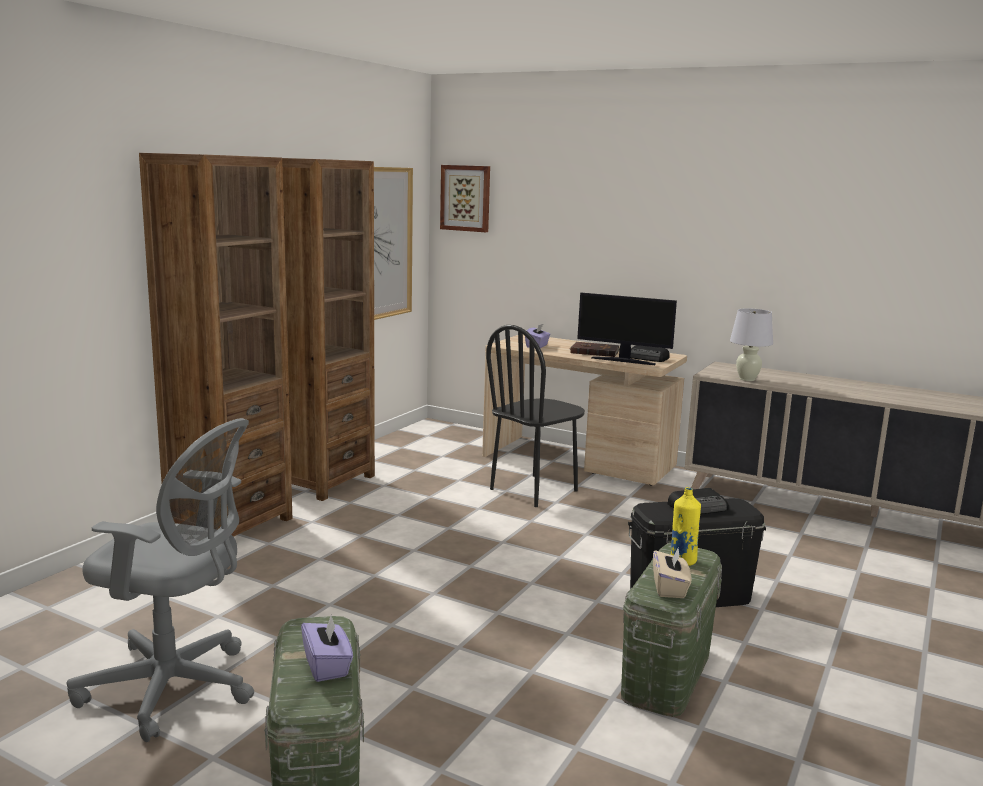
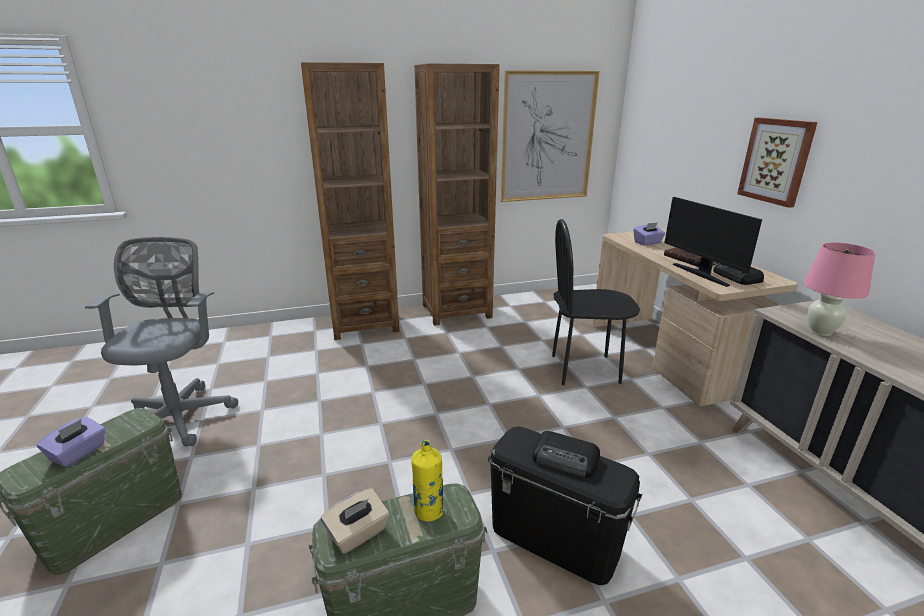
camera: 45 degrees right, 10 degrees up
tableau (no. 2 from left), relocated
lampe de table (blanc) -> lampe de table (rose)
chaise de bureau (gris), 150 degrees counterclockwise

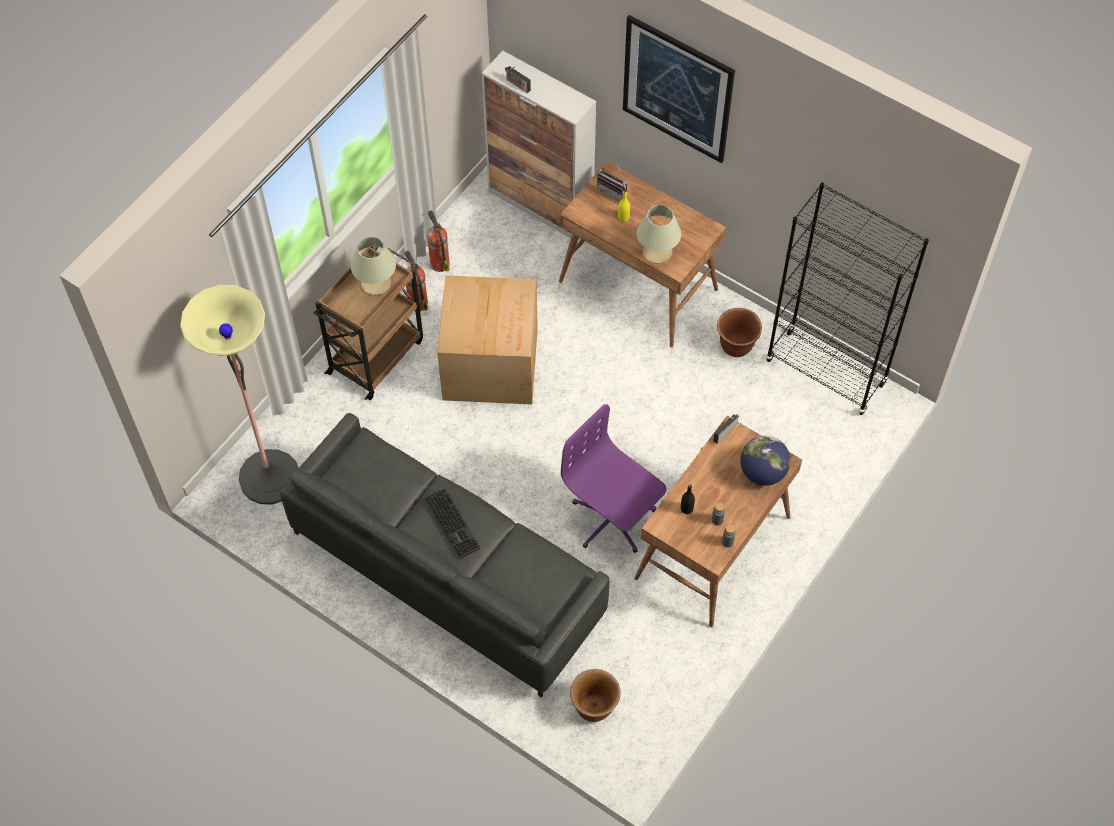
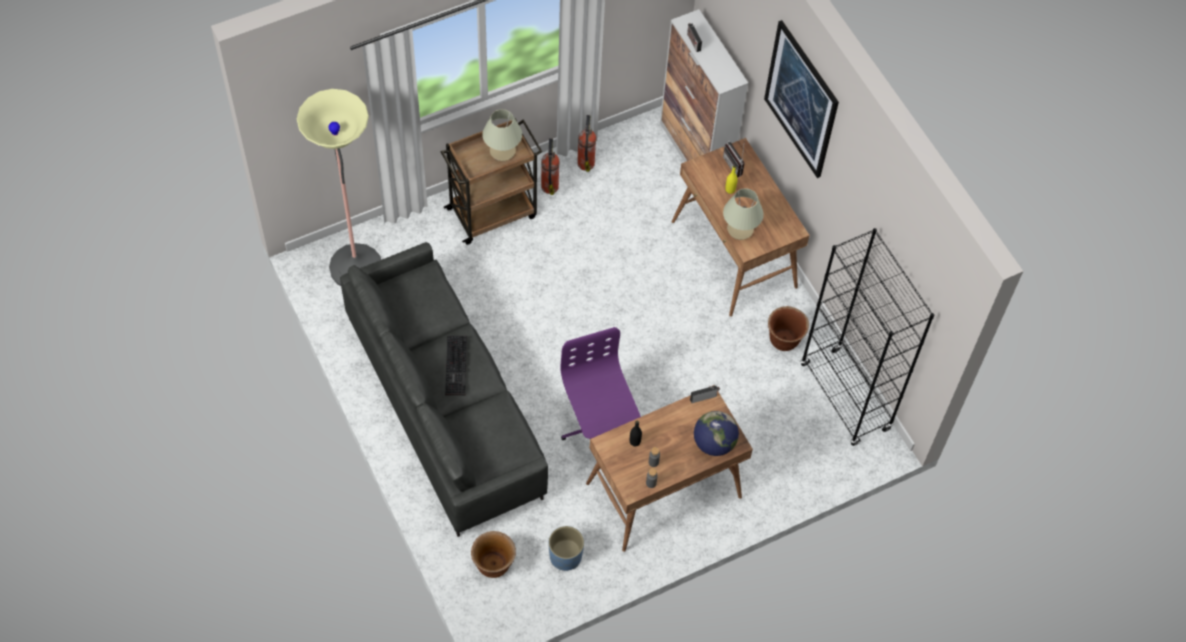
camera: 25 degrees right, 0 degrees up
carton -> none
none -> cache-pot (bleu)

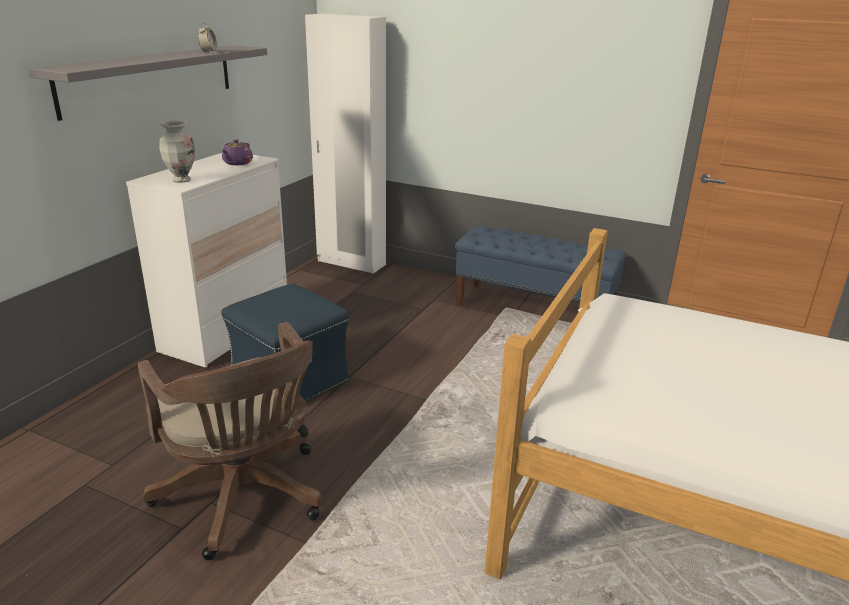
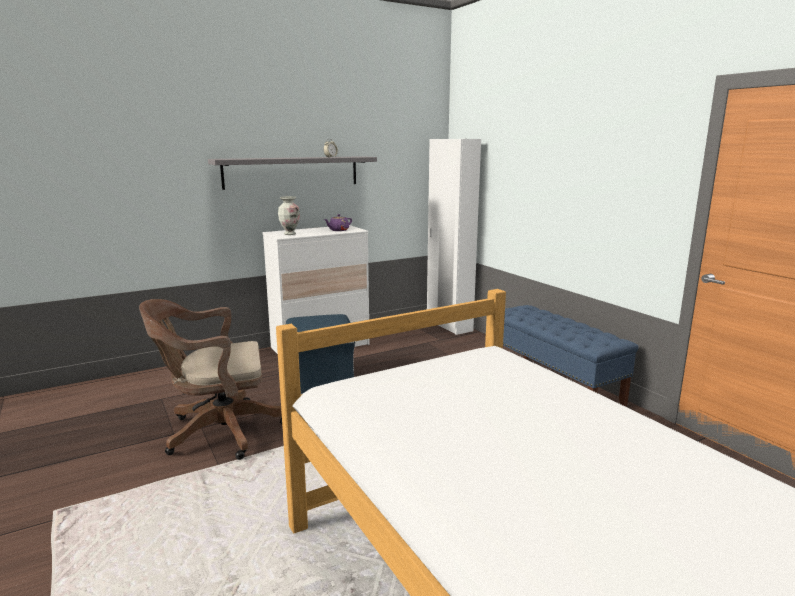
camera: 35 degrees right, 10 degrees down
chaise de bureau (marron), 75 degrees clockwise

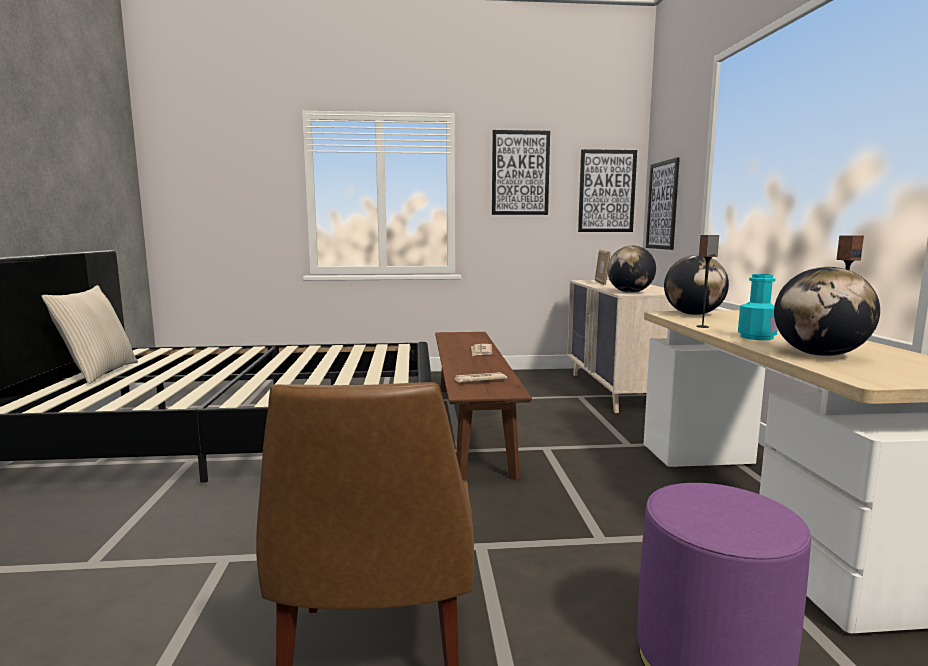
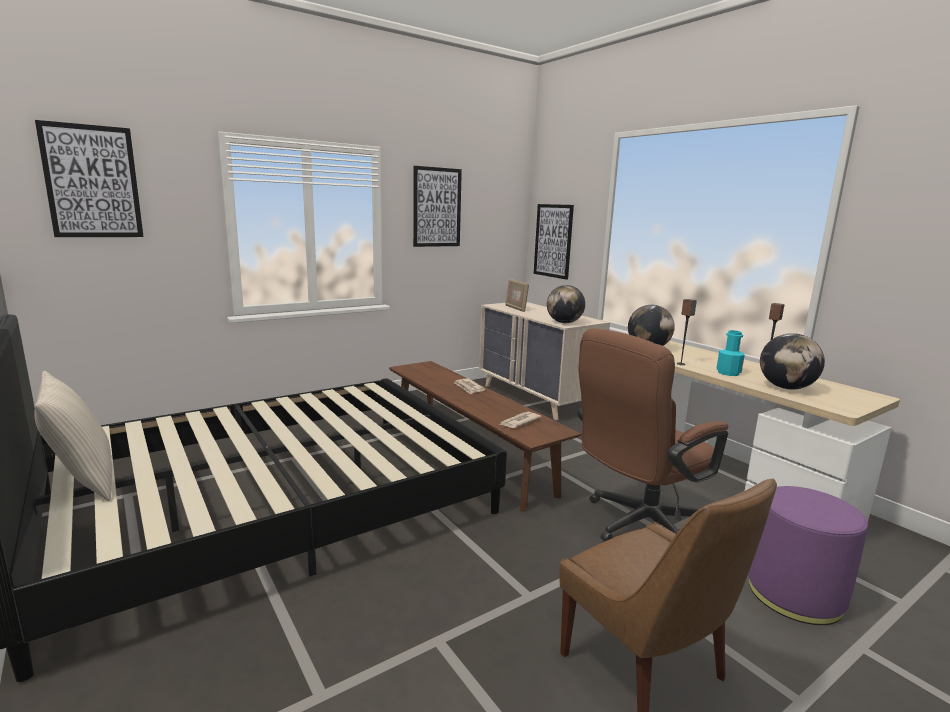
camera: 30 degrees left, 5 degrees up
none -> chaise de bureau (marron)
tableau (no. 2 from left in the first image) -> tableau (no. 1 from left), relocated

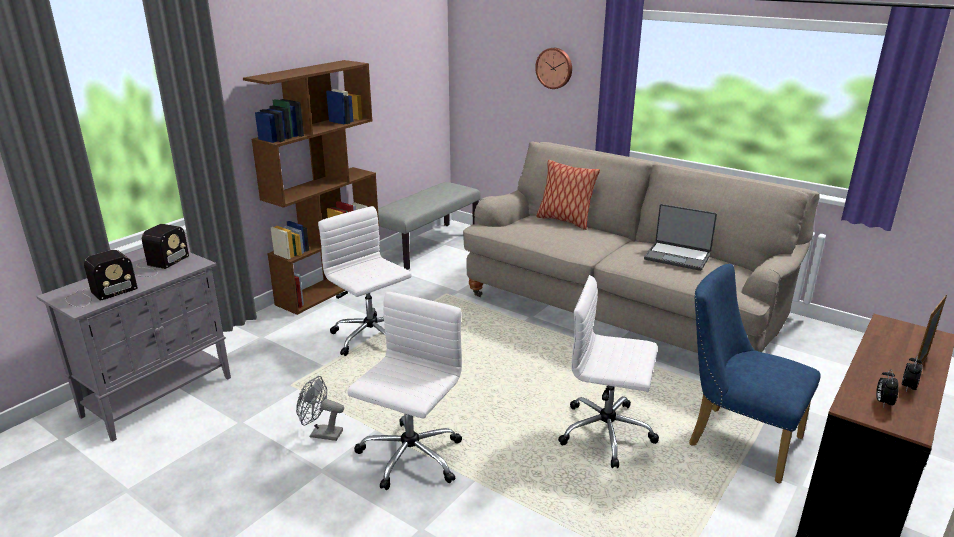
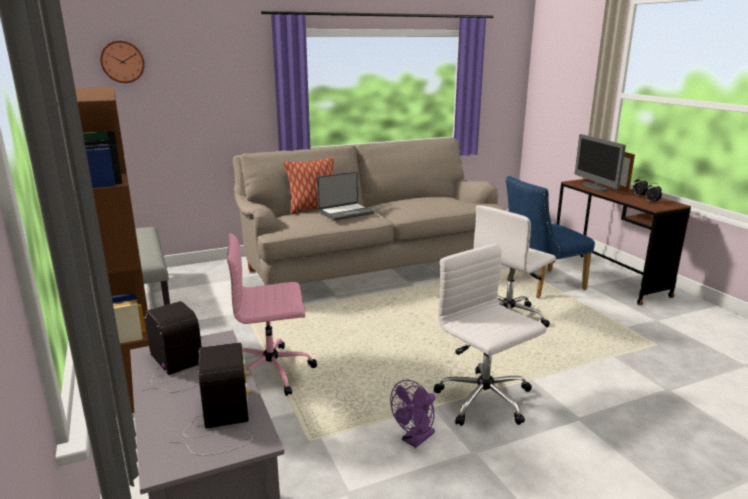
camera: 60 degrees left, 5 degrees down
none -> écran d'ordinateur
horloge murale, relocated
ordinateur portable, relocated
ventilateur (gris) -> ventilateur (violet)
chaise de bureau (blanc) (no. 1 from left) -> chaise de bureau (rose)

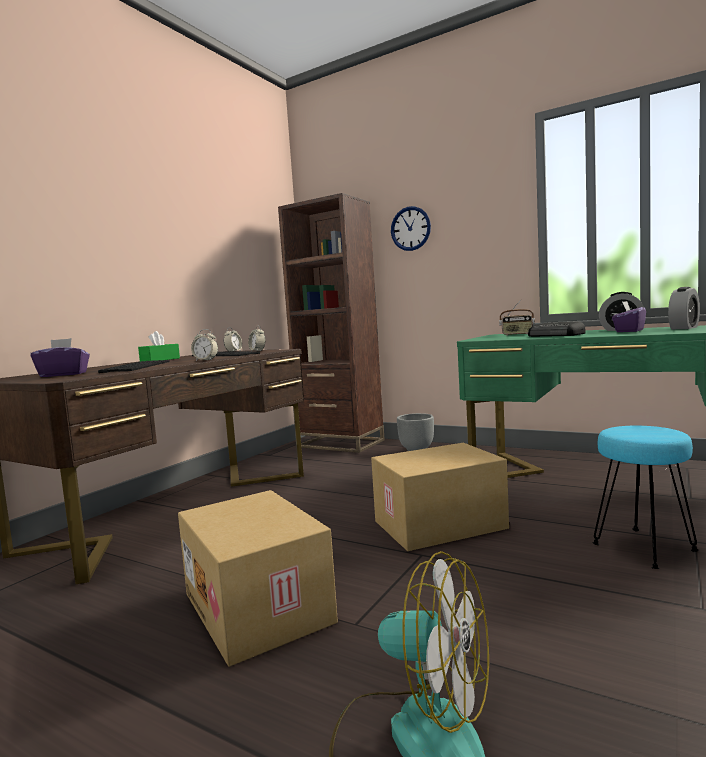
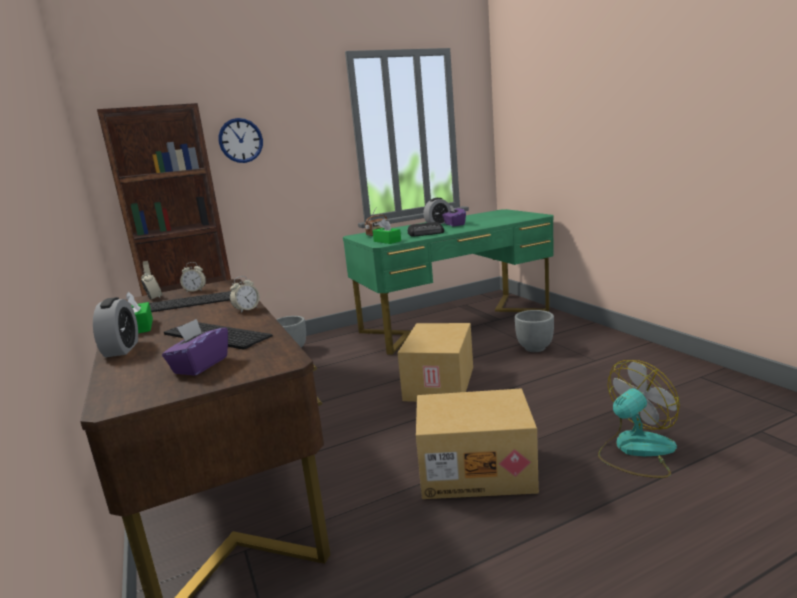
camera: 55 degrees left, 10 degrees up
none -> boîte à mouchoirs (vert) (no. 2 from left)
réveil (no. 5 from left in the first image) -> réveil (no. 1 from left), relocated
tabouret (turquoise) -> cache-pot (gris) (no. 2 from left)

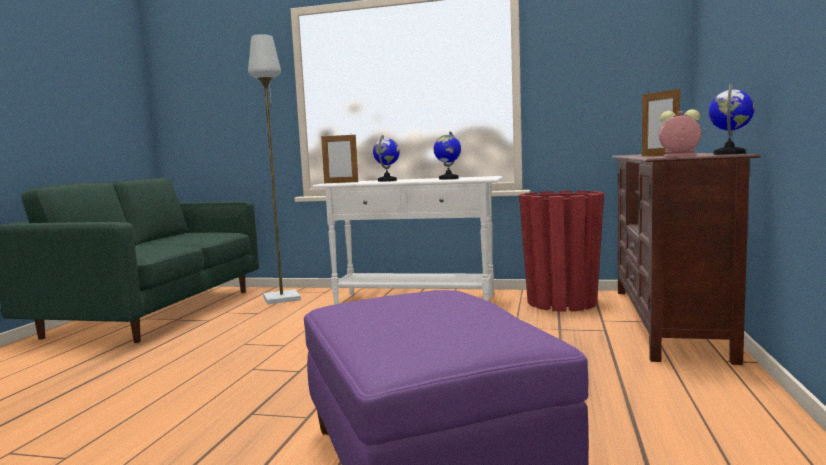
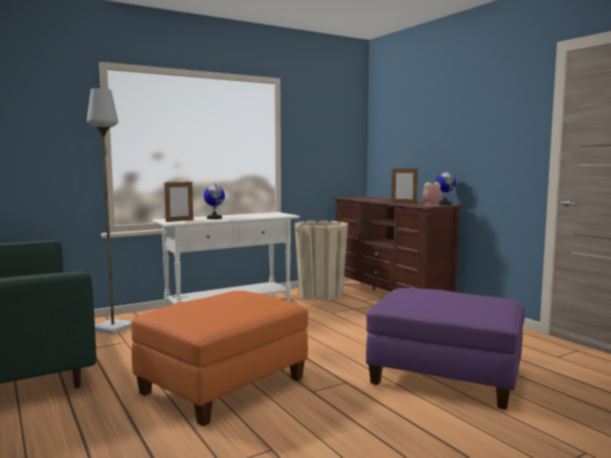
camera: 45 degrees left, 0 degrees up
globe (no. 2 from left) -> none
none -> pouf (orange)
cache-pot (rouge) -> cache-pot (beige)

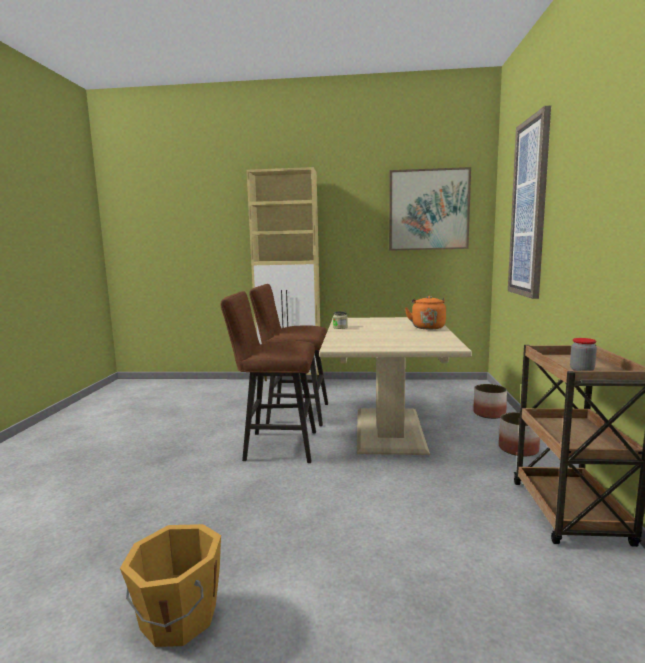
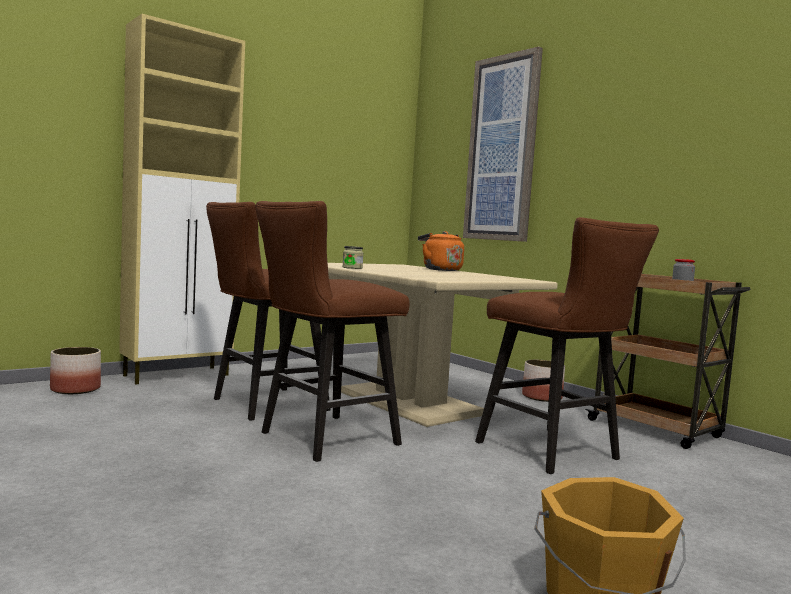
camera: 45 degrees left, 5 degrees down
tableau (no. 1 from left) -> none
none -> tabouret (marron) (no. 3 from left)
cache-pot (no. 1 from left), relocated

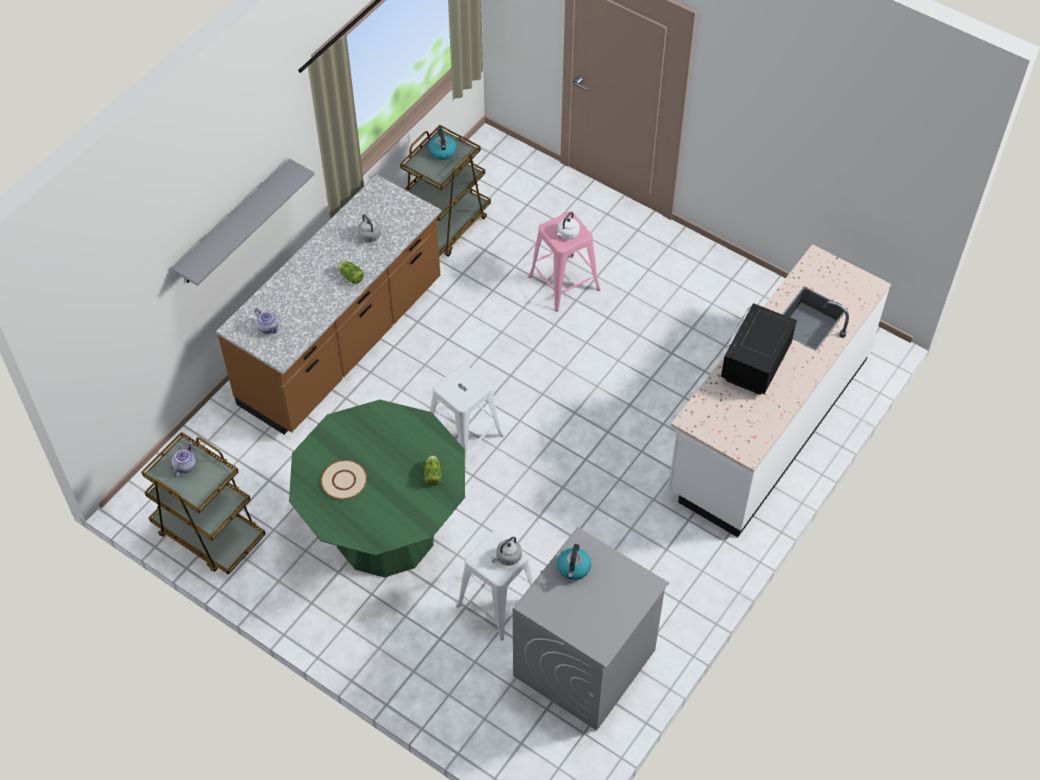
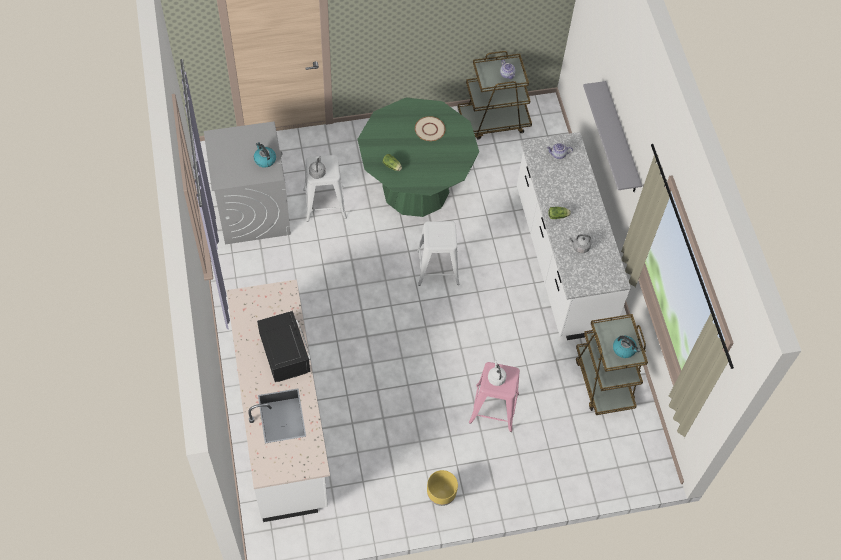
camera: 130 degrees right, 5 degrees up
none -> cache-pot (jaune)
comptoir de cuisine (marron) -> comptoir de cuisine (blanc) (no. 2 from left)

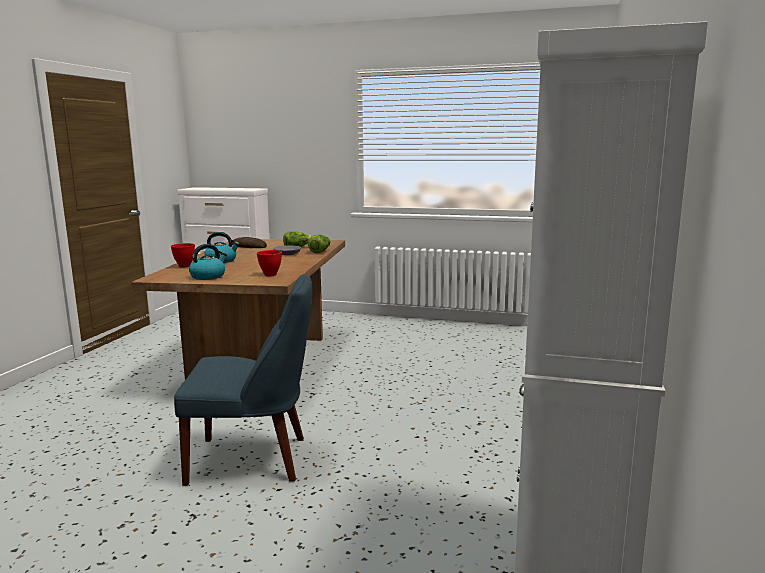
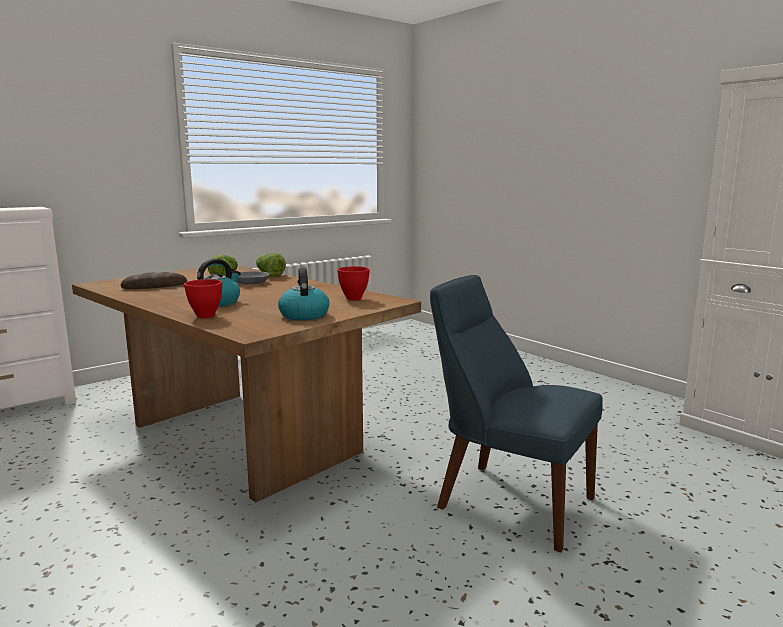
camera: 55 degrees left, 0 degrees up
chaise (bleu), 90 degrees counterclockwise

